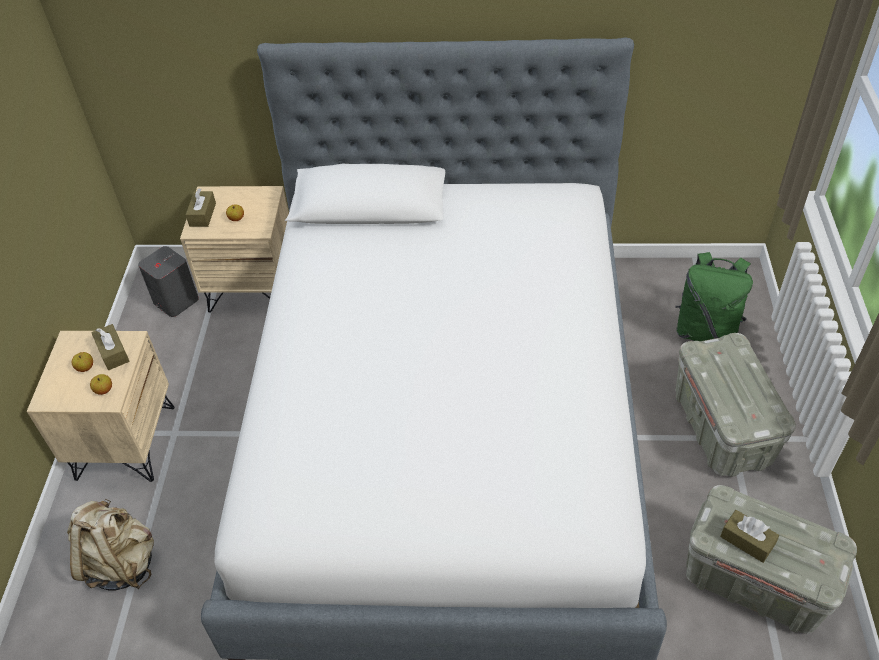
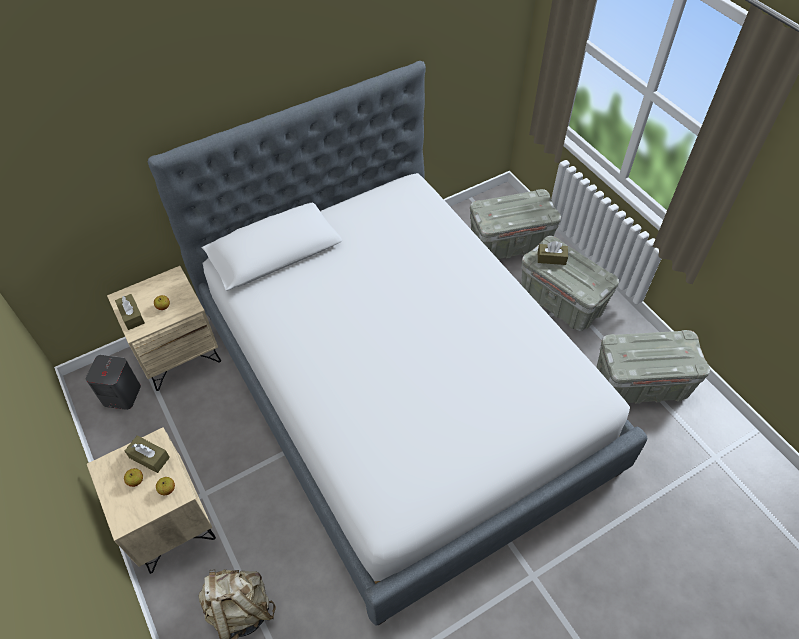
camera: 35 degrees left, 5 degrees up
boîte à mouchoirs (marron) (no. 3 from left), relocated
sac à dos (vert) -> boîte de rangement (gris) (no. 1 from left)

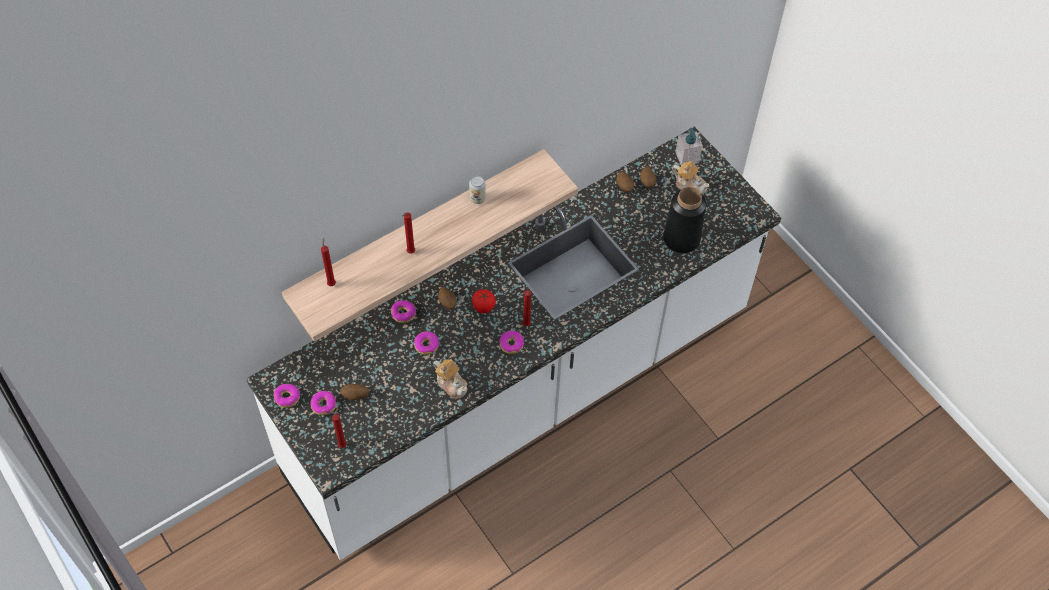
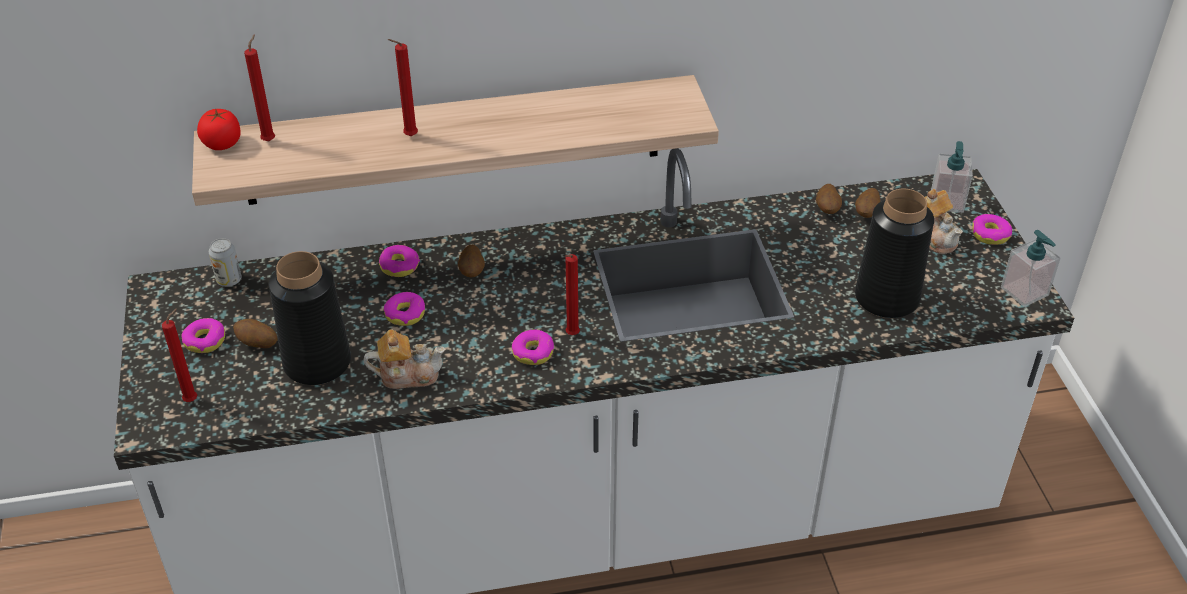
camera: 25 degrees right, 15 degrees down
none -> vase (noir) (no. 1 from left)
none -> distributeur de savon (no. 2 from left)
beignet (no. 1 from left in the first image) -> beignet (no. 5 from left), relocated
boîte métallique, relocated
tomate, relocated
théière (no. 1 from left), 75 degrees counterclockwise

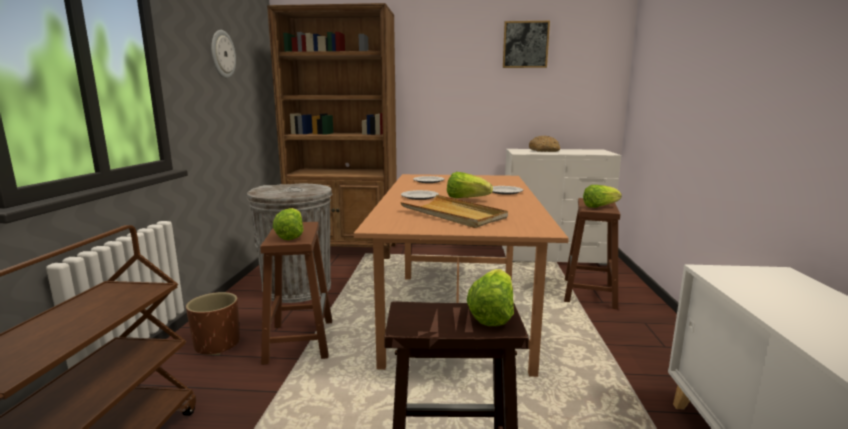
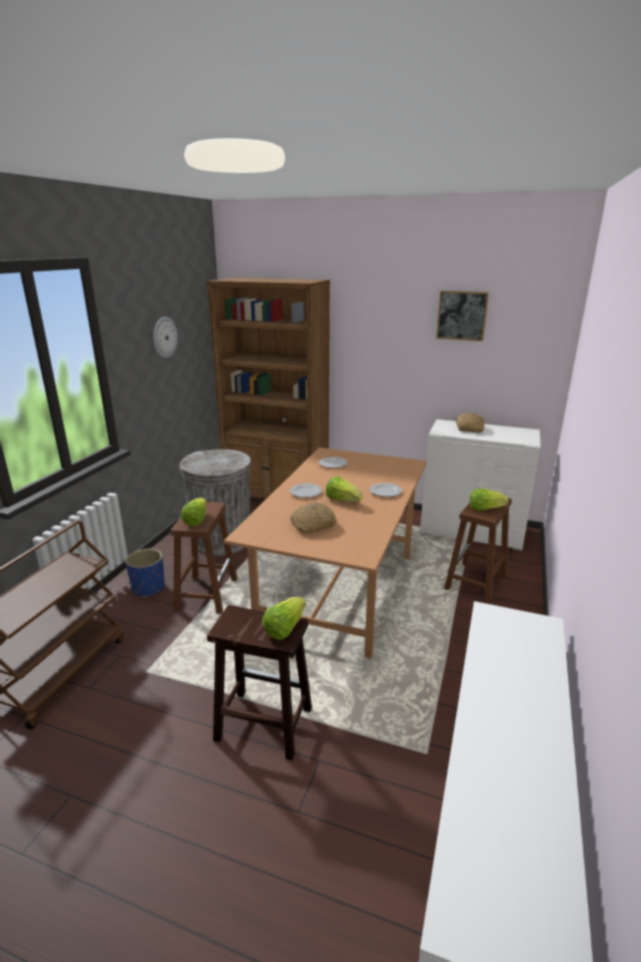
camera: 15 degrees right, 10 degrees up
plateau (beige) -> pain (no. 1 from left)
cache-pot (marron) -> cache-pot (bleu)

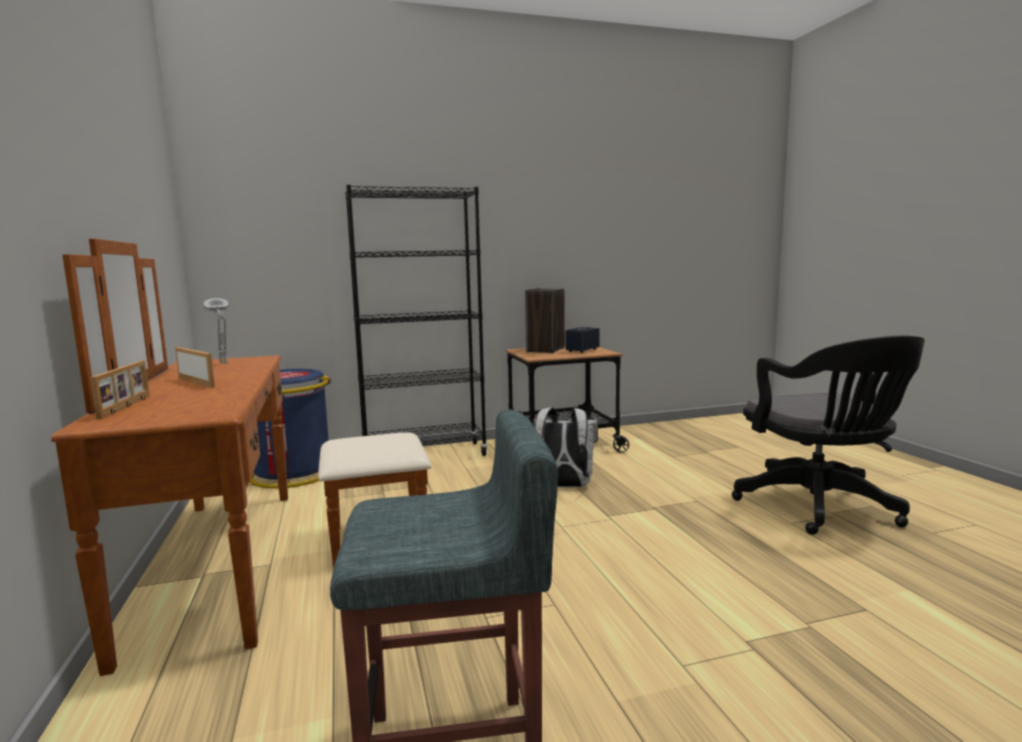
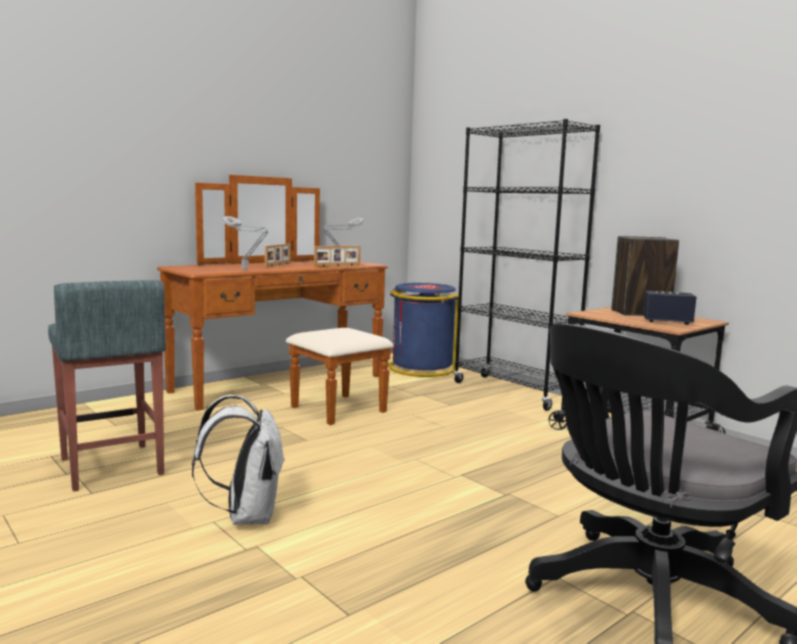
camera: 65 degrees right, 0 degrees up
none -> lampe de table (gris) (no. 1 from left)
cadre photo (no. 1 from left in the first image) -> cadre photo (no. 2 from left), relocated
sac à dos (blanc), relocated

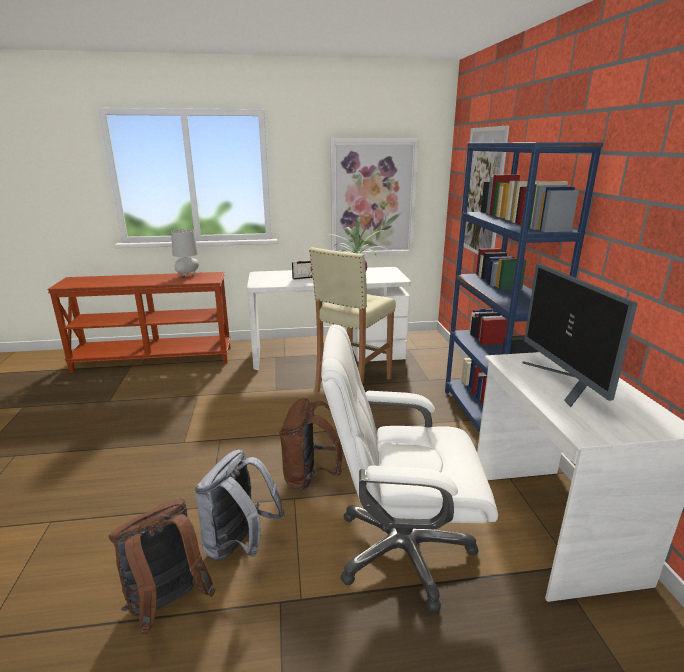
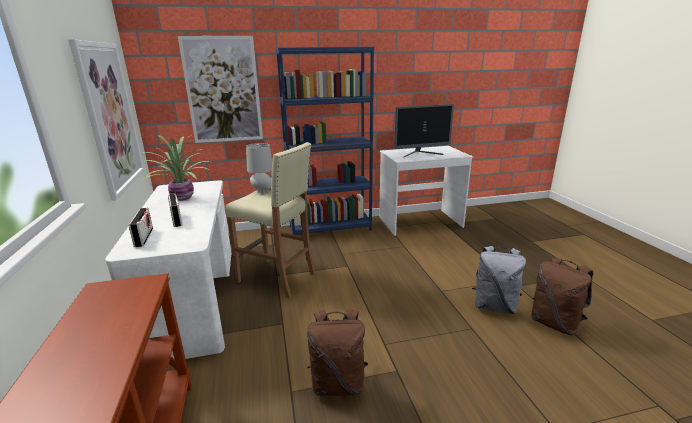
camera: 95 degrees left, 0 degrees up
chaise de bureau (blanc) -> none
none -> radio (no. 1 from left)
lampe de table (gris), relocated
sac à dos (marron) (no. 2 from left in the first image) -> sac à dos (marron) (no. 1 from left), relocated

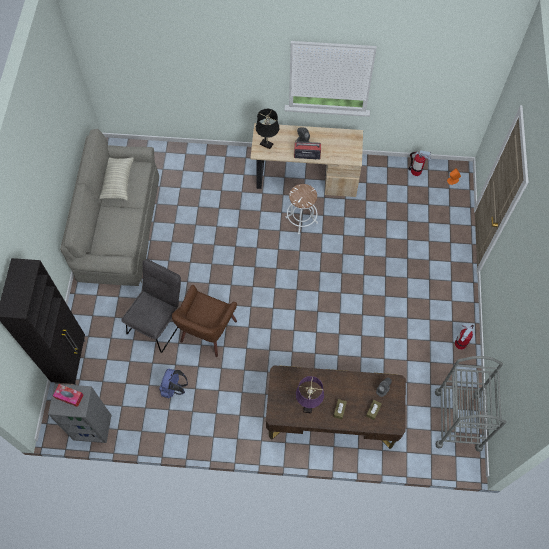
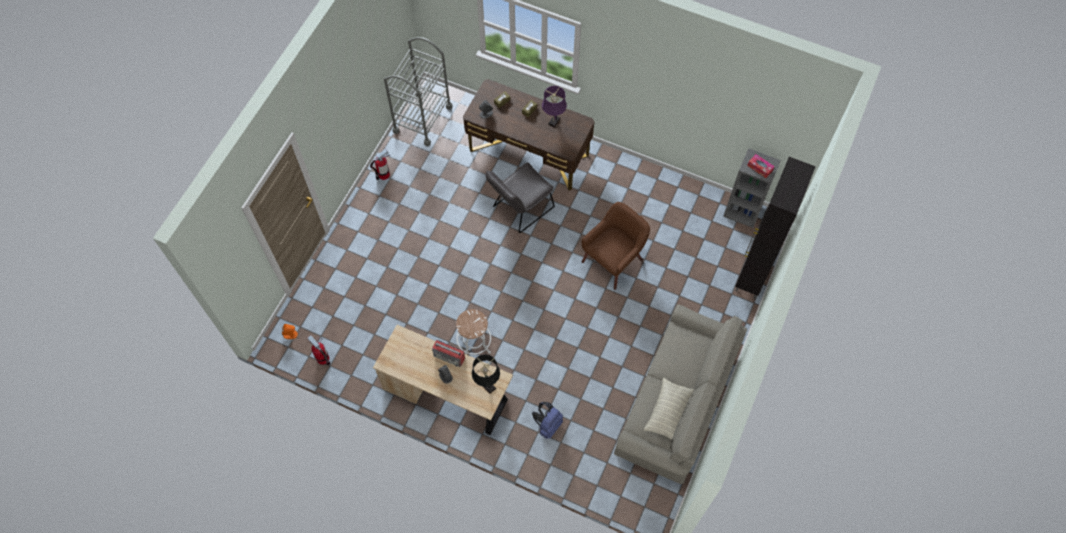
camera: 160 degrees left, 0 degrees up
chaise (gris), relocated
sac à dos (bleu), relocated

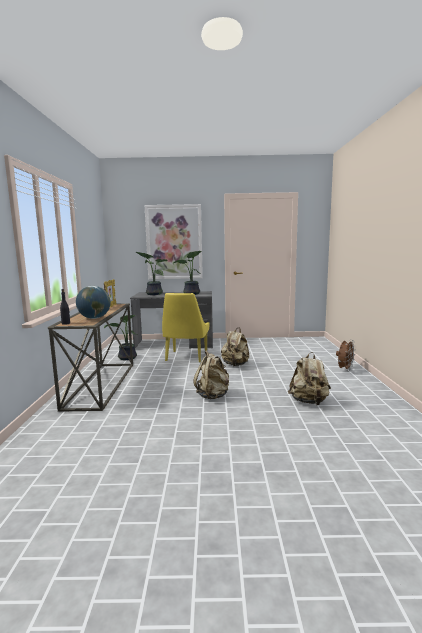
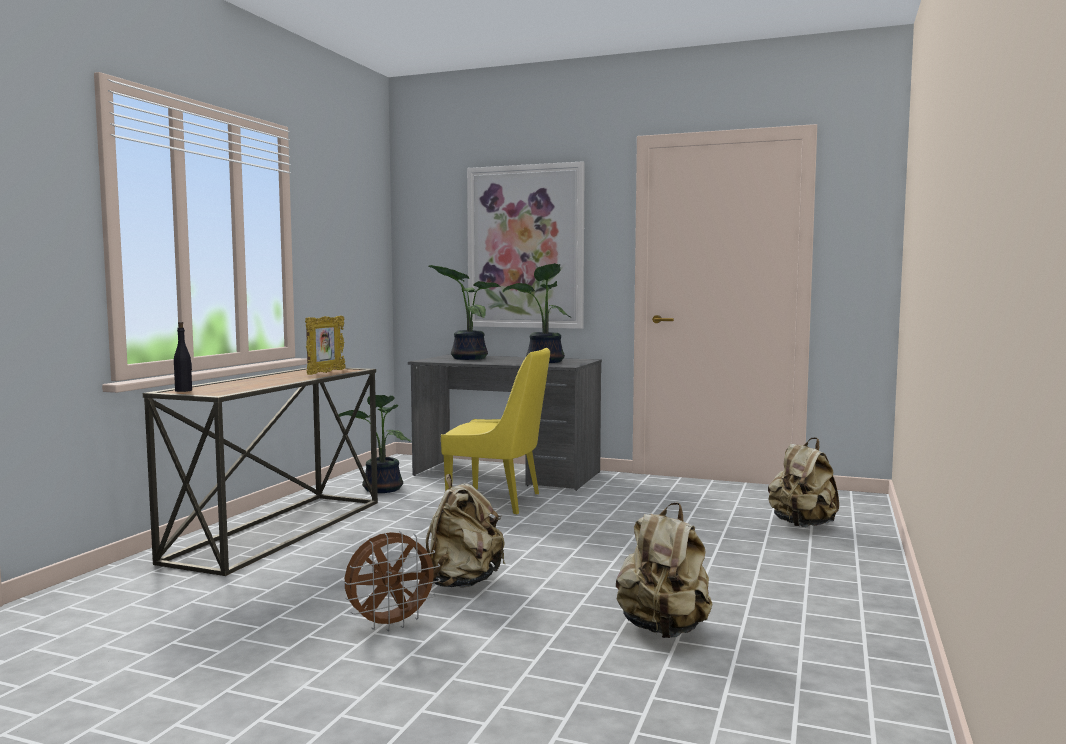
camera: 20 degrees right, 5 degrees down
globe -> none
sac à dos (beige) (no. 2 from left in the first image) -> sac à dos (beige) (no. 3 from left), relocated
ventilateur (marron), relocated
chaise (jaune), 105 degrees counterclockwise

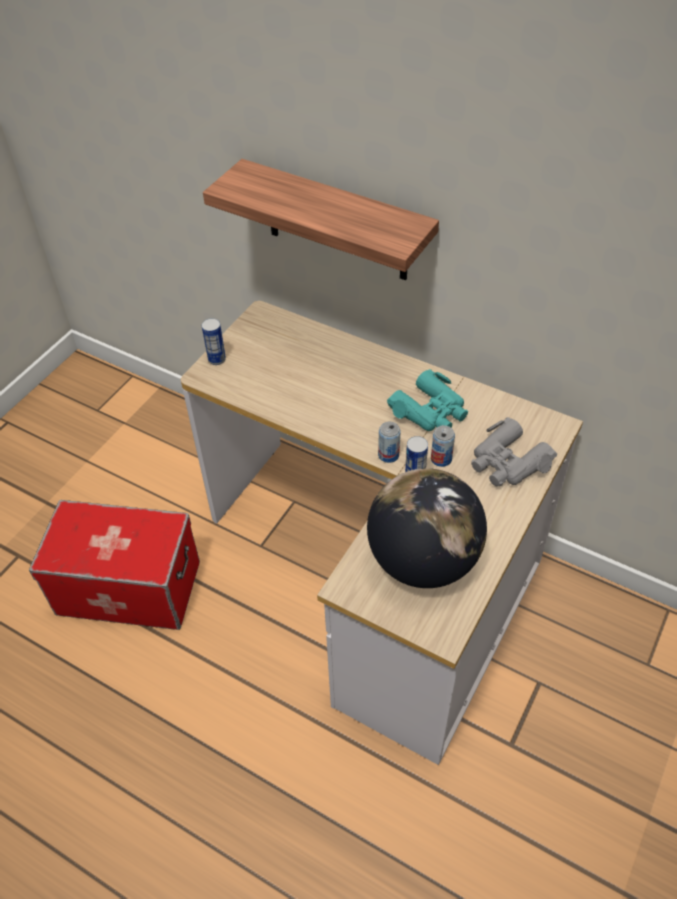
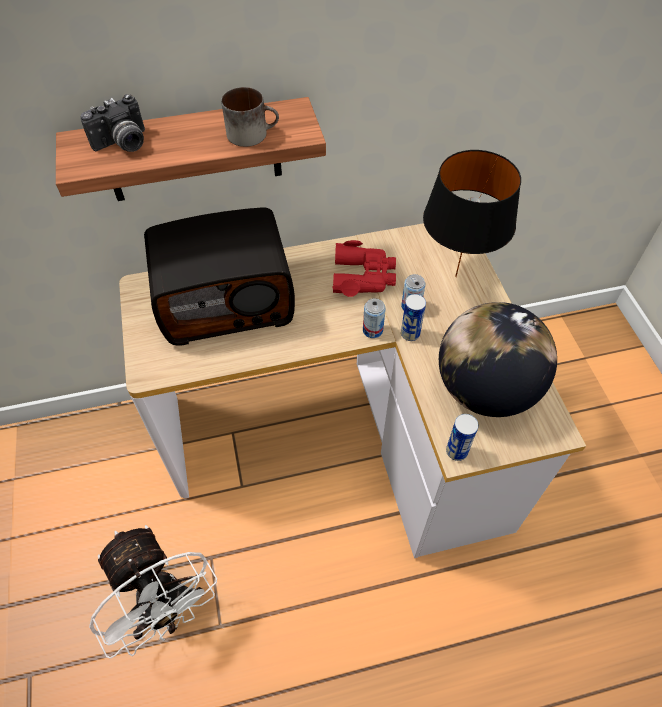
camera: 45 degrees left, 5 degrees up
none -> appareil photo
none -> radio
none -> mug
boîte métallique (no. 1 from left in the first image) -> boîte métallique (no. 4 from left), relocated
boîte de rangement -> ventilateur (blanc)
jumelles (gris) -> lampe de table (noir)
jumelles (turquoise) -> jumelles (rouge)

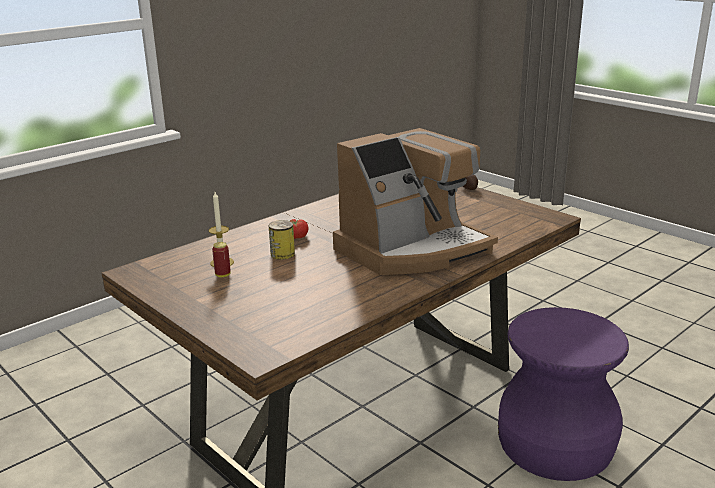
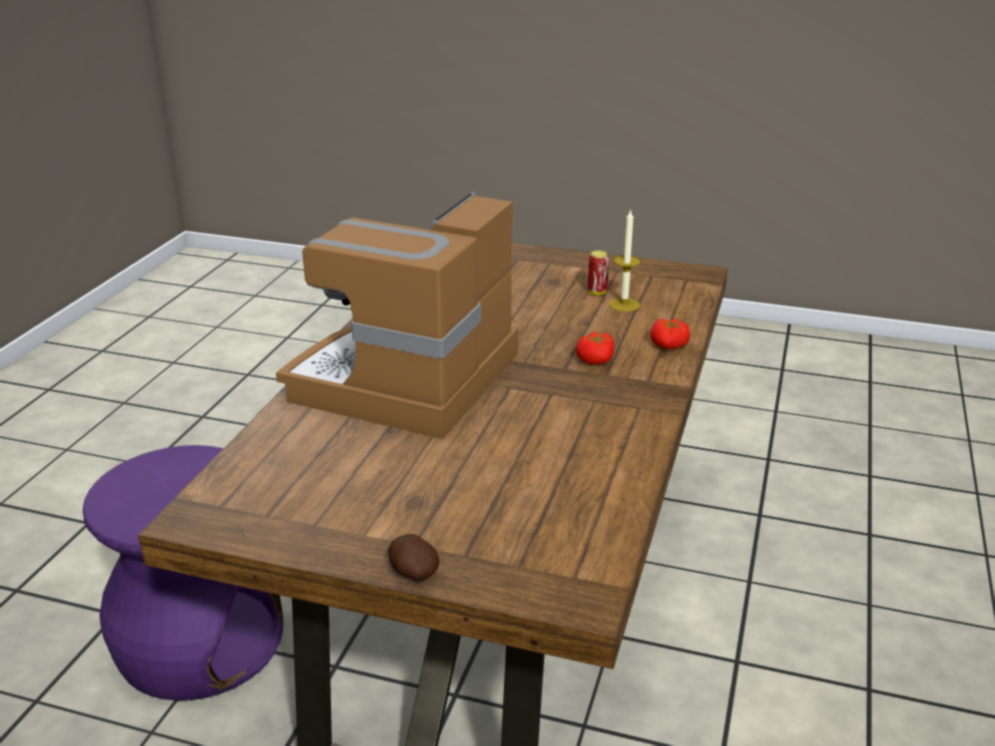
camera: 150 degrees right, 5 degrees up
boîte métallique (no. 2 from left) -> none
none -> tomate (no. 2 from left)

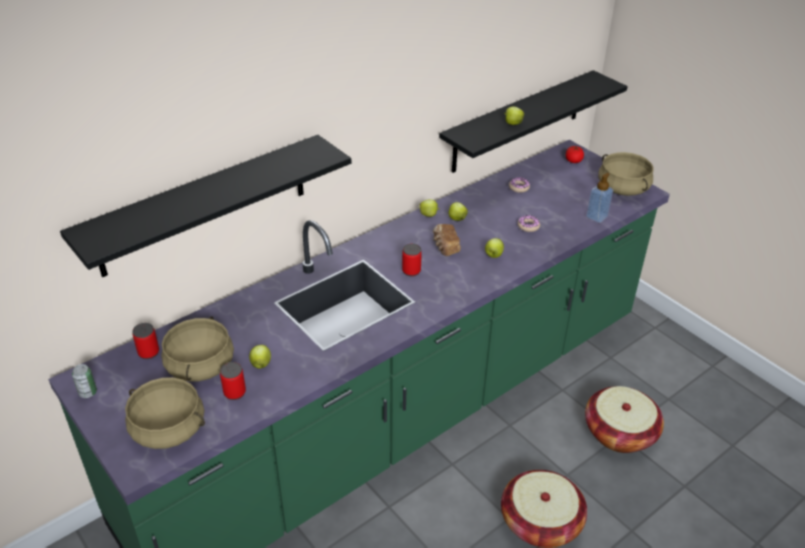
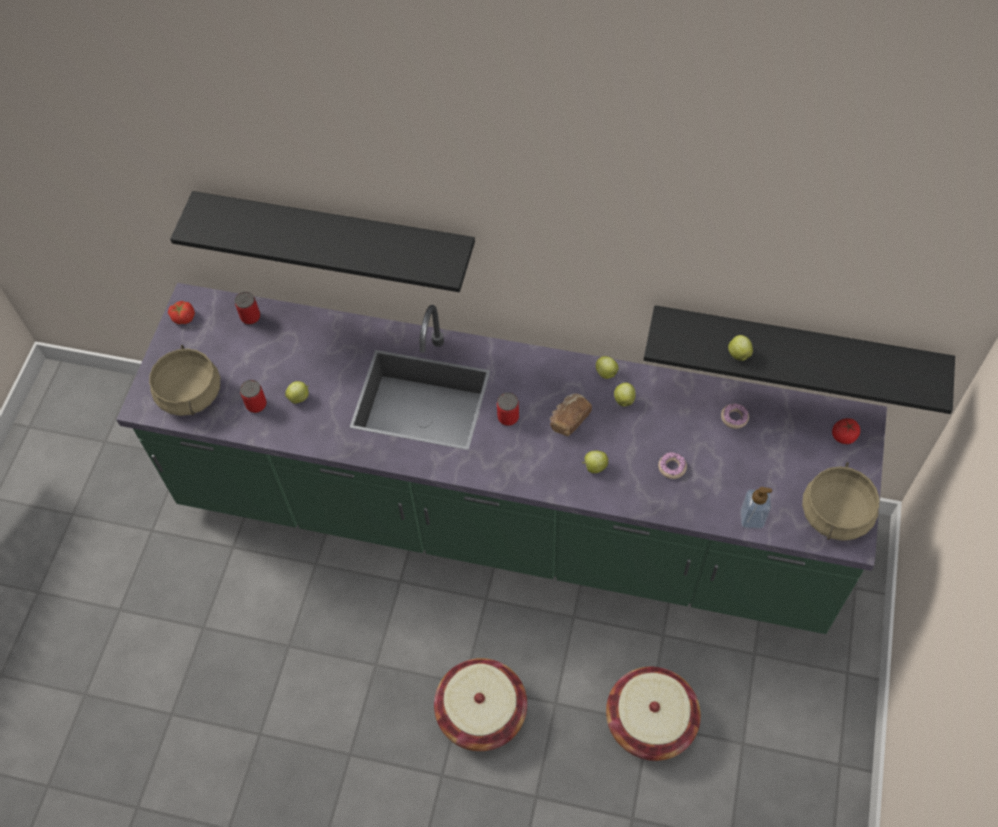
camera: 55 degrees right, 20 degrees up
marmite (beige) (no. 2 from left) -> none
boîte métallique (no. 1 from left) -> tomate (no. 1 from left)

